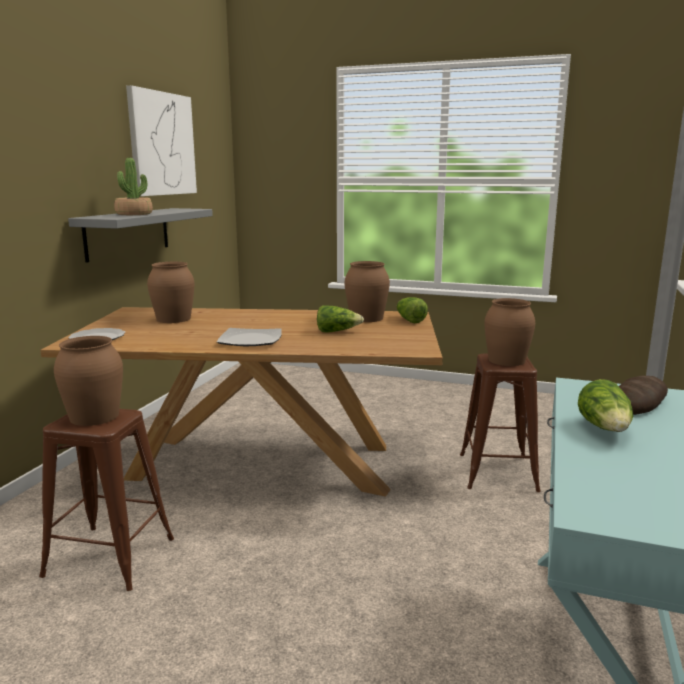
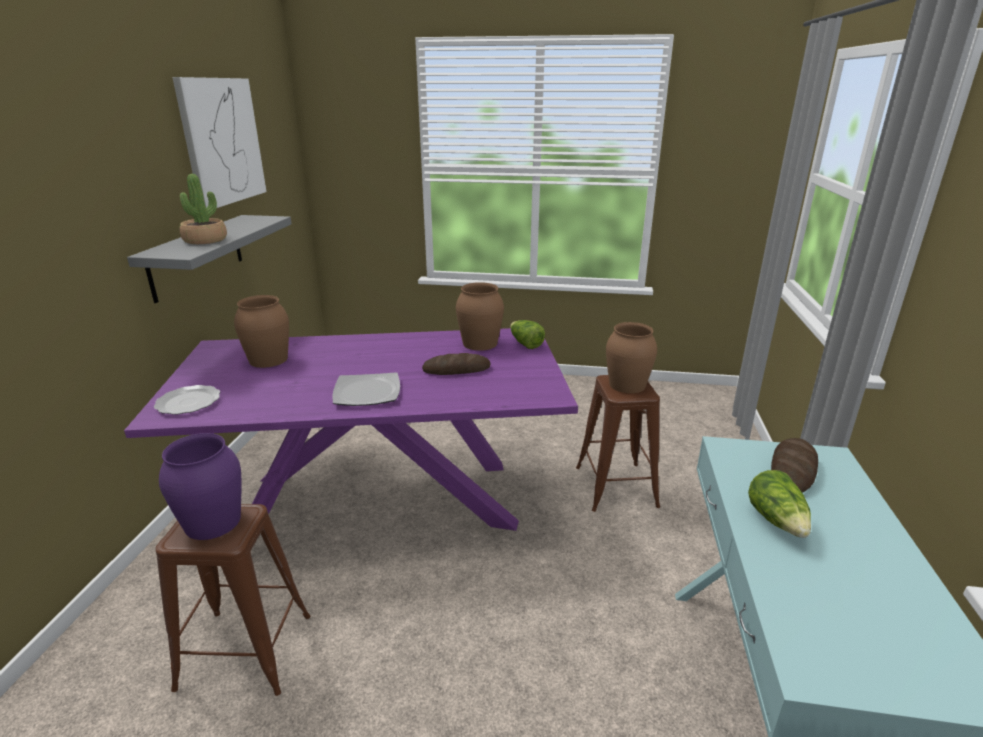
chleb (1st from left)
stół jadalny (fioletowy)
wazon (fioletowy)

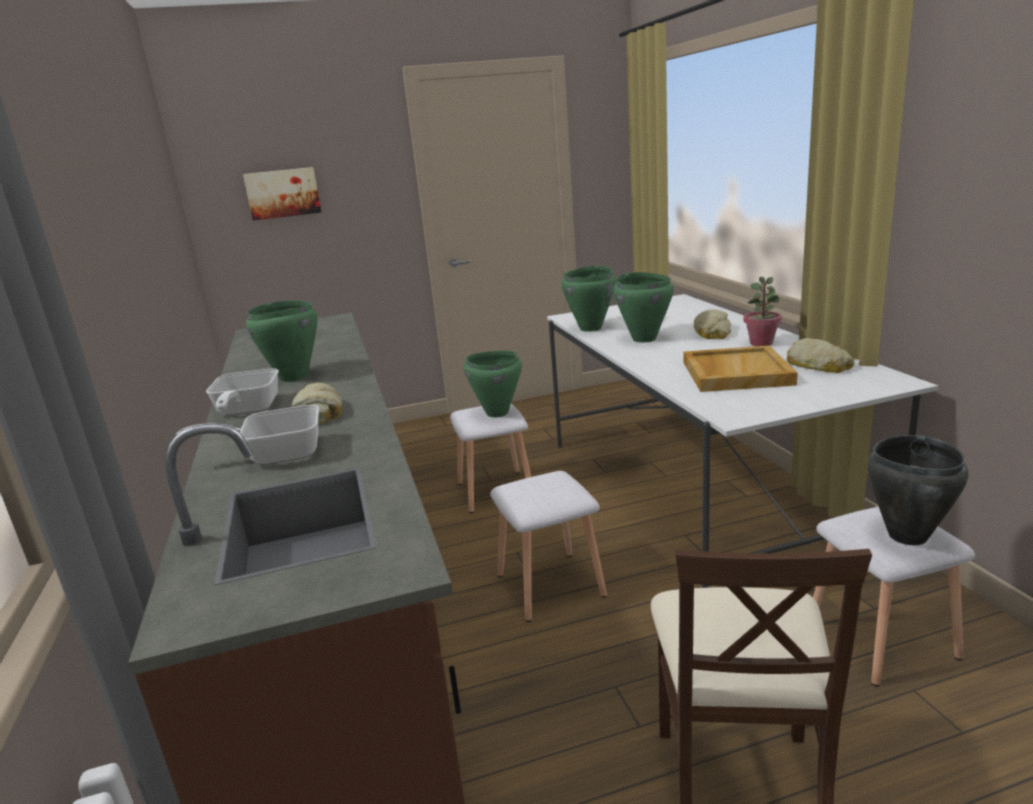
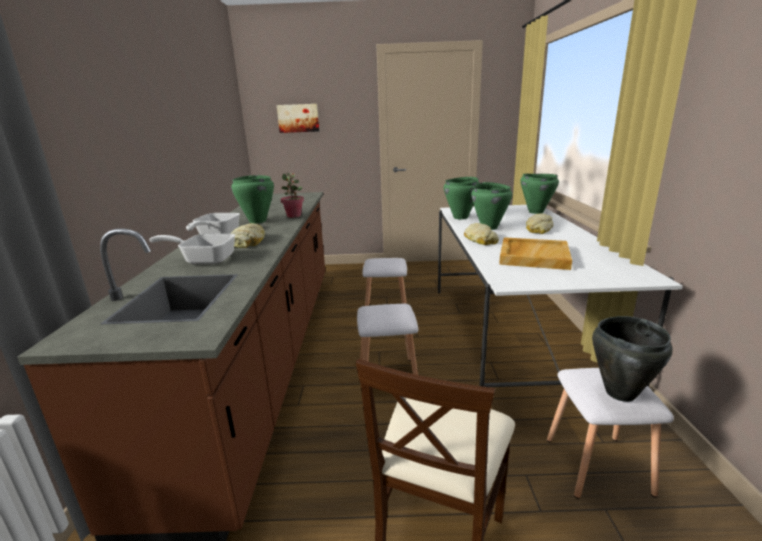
garnek (zielony) (4th from left)
roślina doniczkowa
chleb (2nd from left)

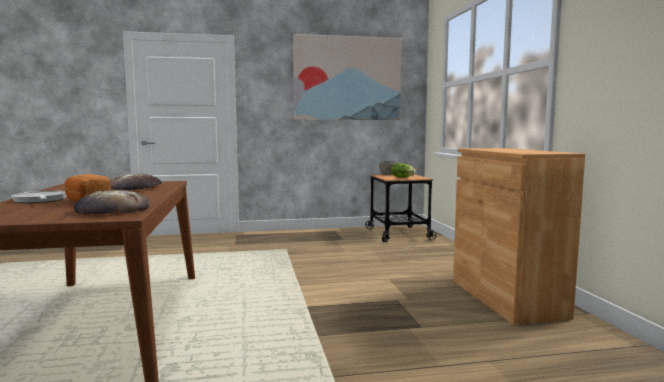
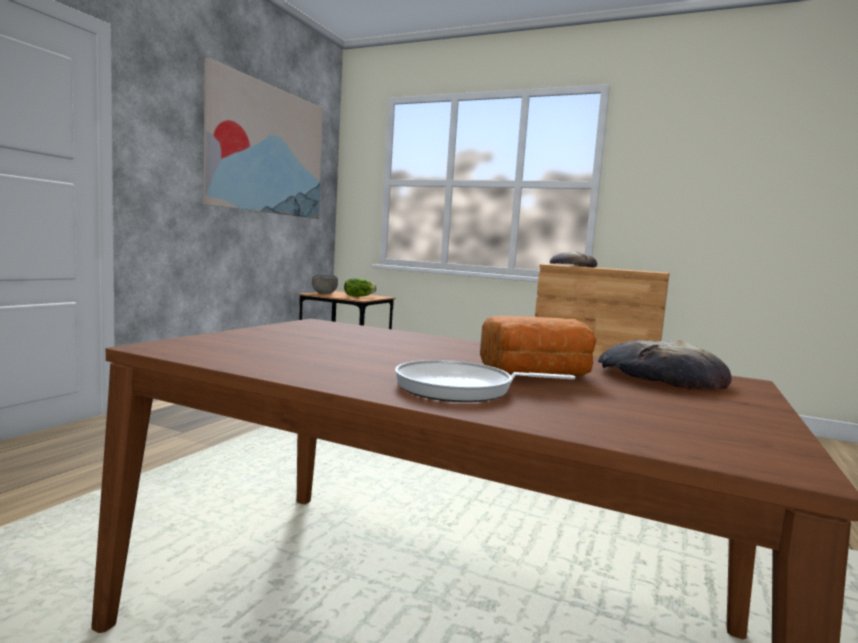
chleb (2nd from left)

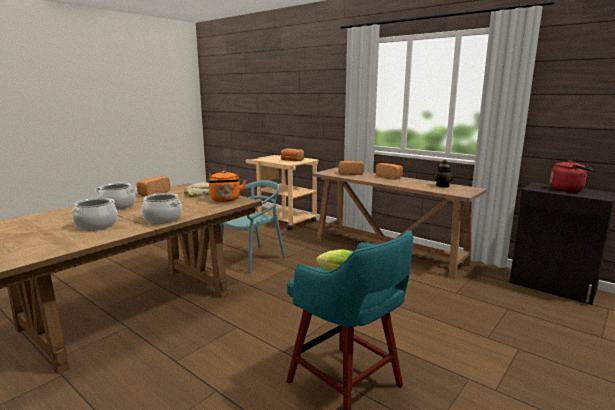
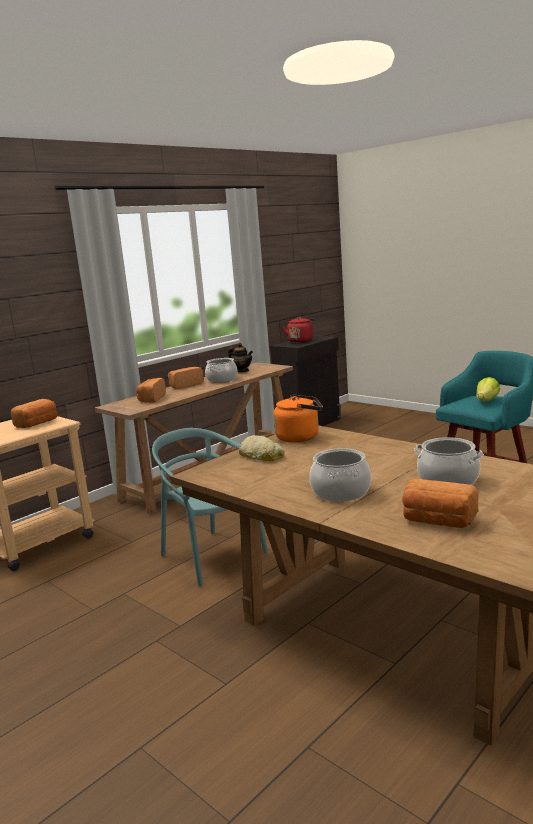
chleb (5th from left)
garnek (1st from left)

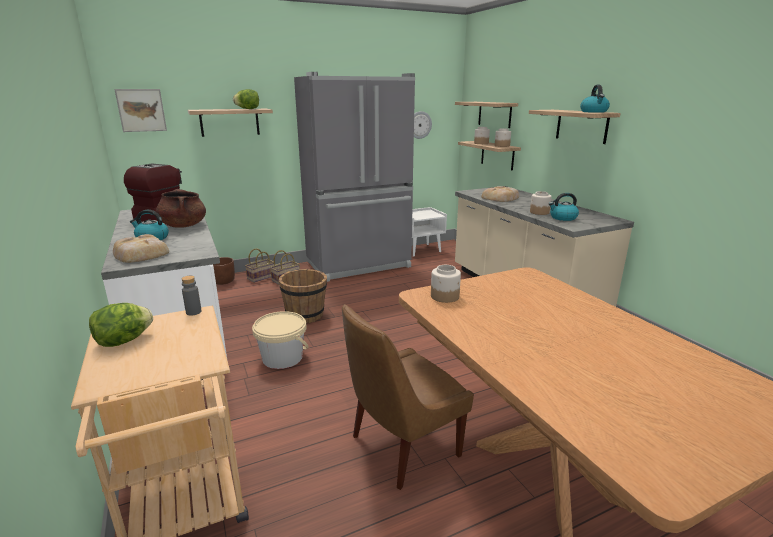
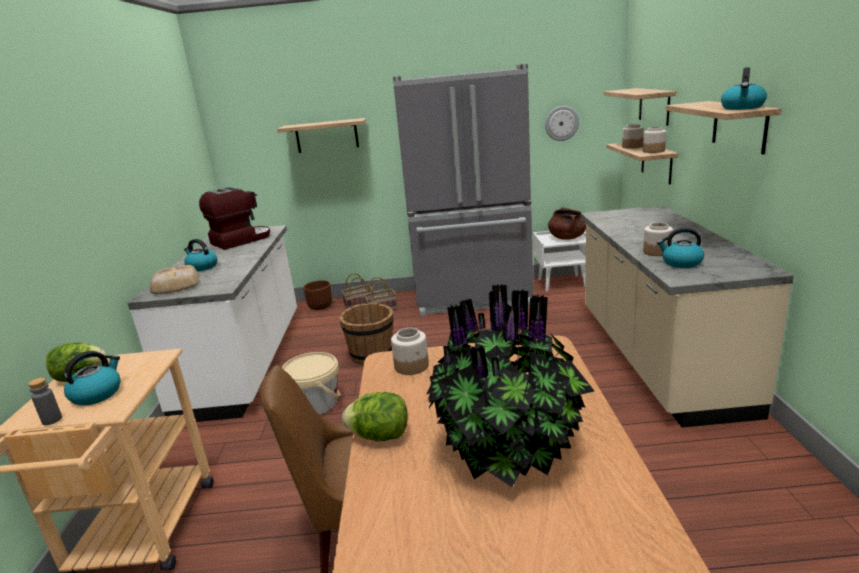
obraz
chleb (2nd from left in the first image)
czajnik (1st from left)
roślina doniczkowa
garnek (brązowy)
butelka (szary)
sałata (2nd from left)

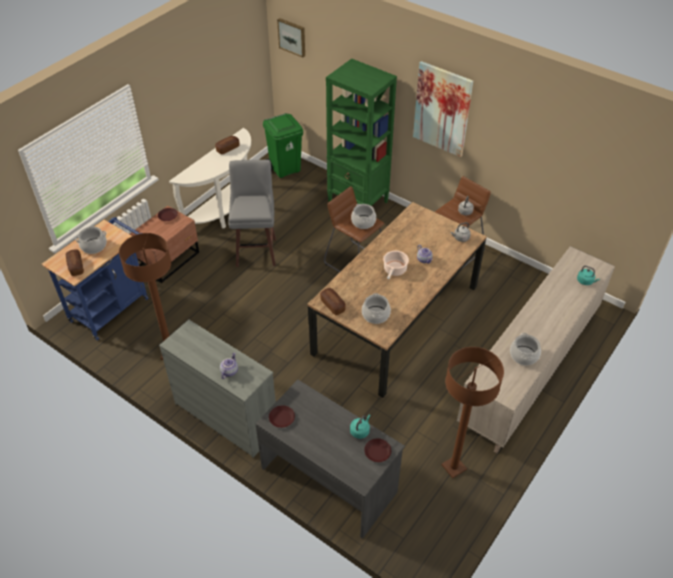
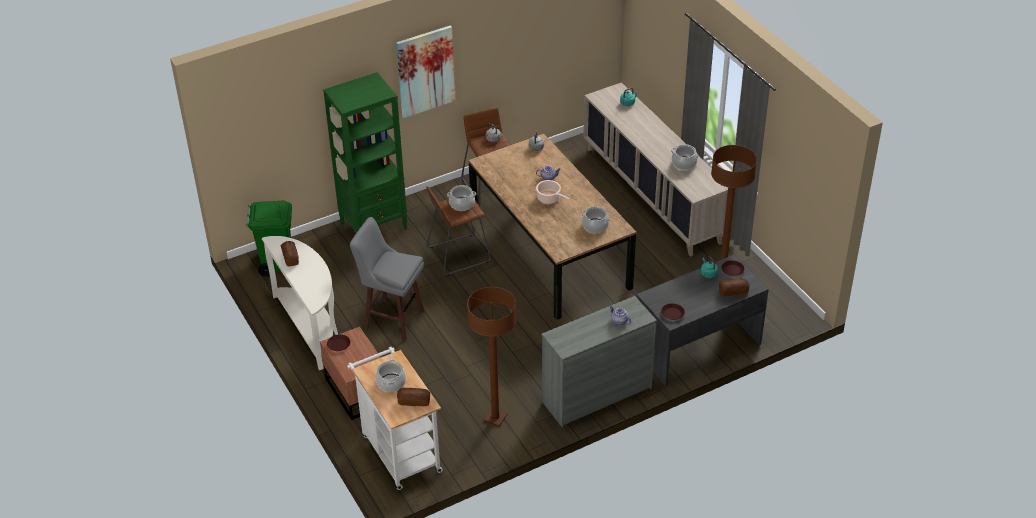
obraz (1st from left in the first image)
chleb (3rd from left)
wózek (biały)

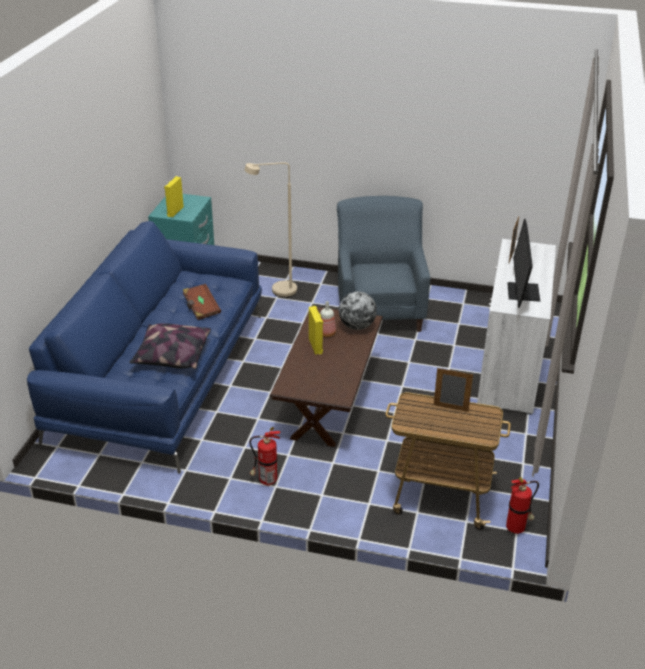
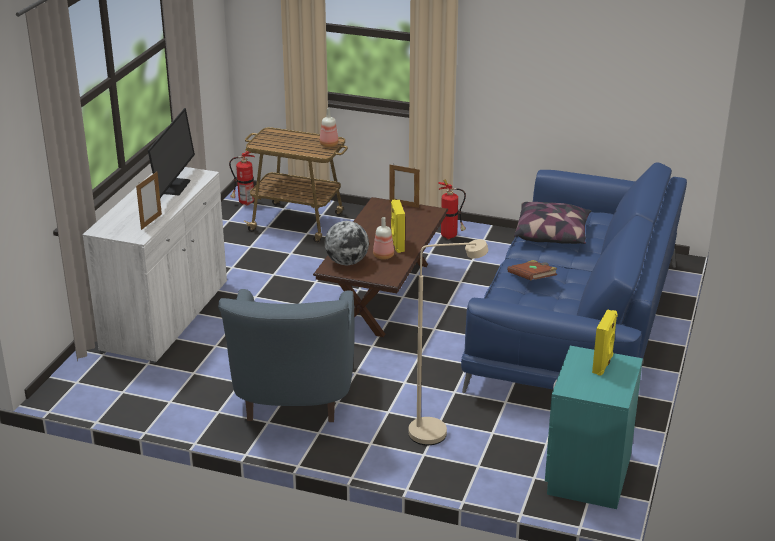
butelka (1st from left)
ramka na zdjęcie (2nd from left)

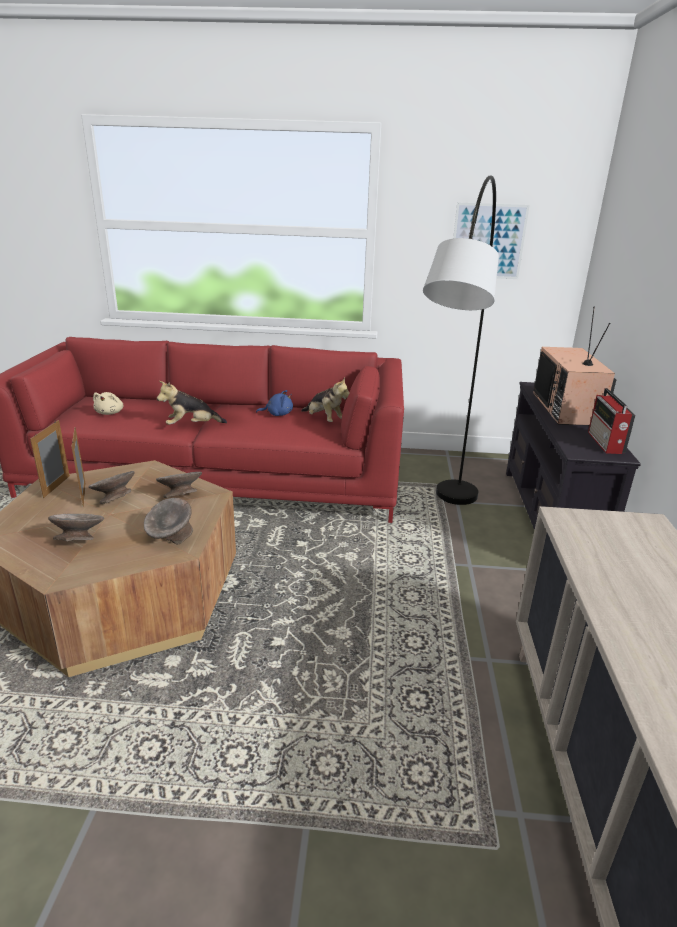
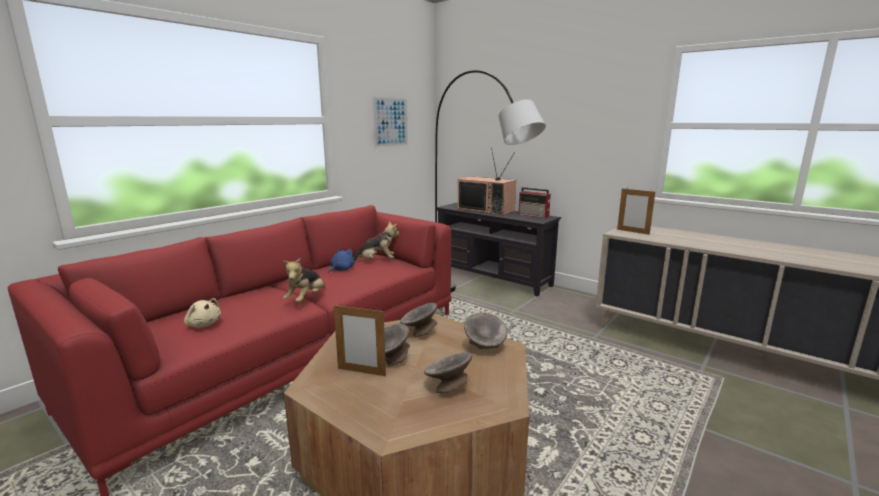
ramka na zdjęcie (2nd from left)

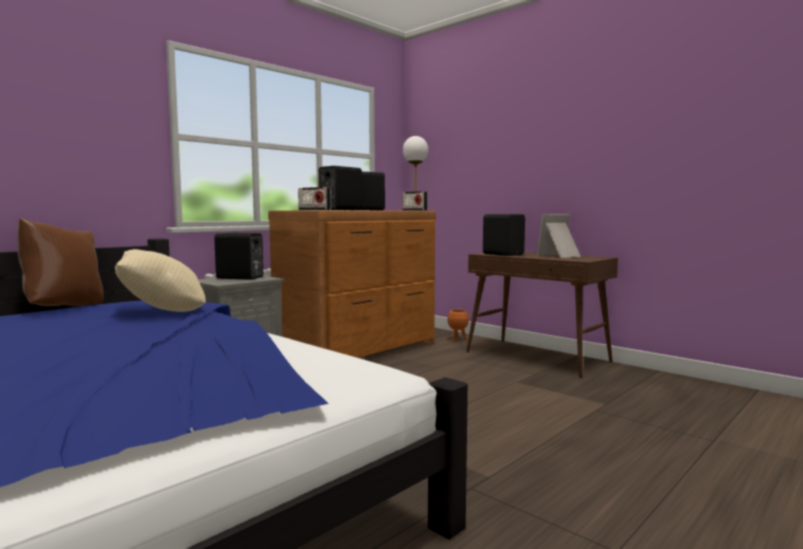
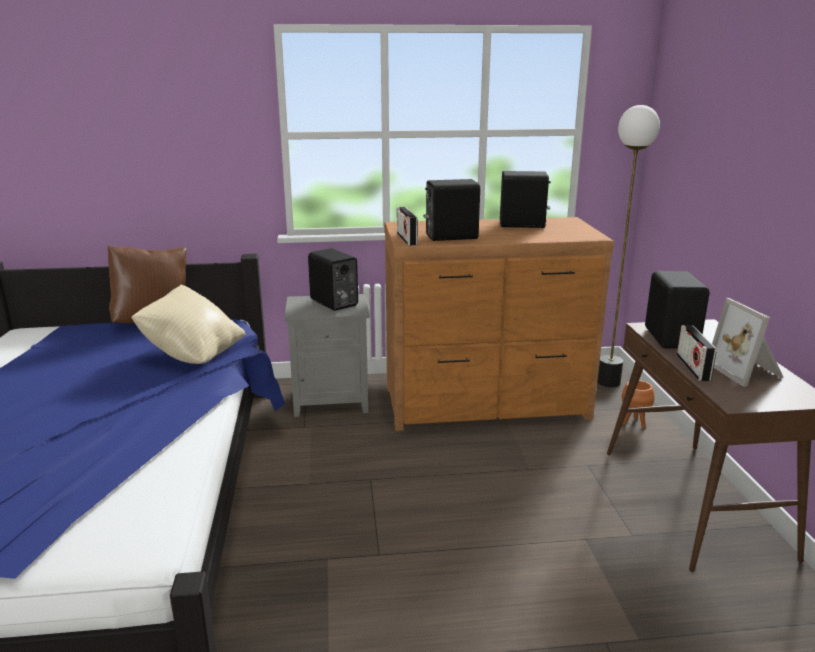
radio (2nd from left)
ramka na zdjęcie

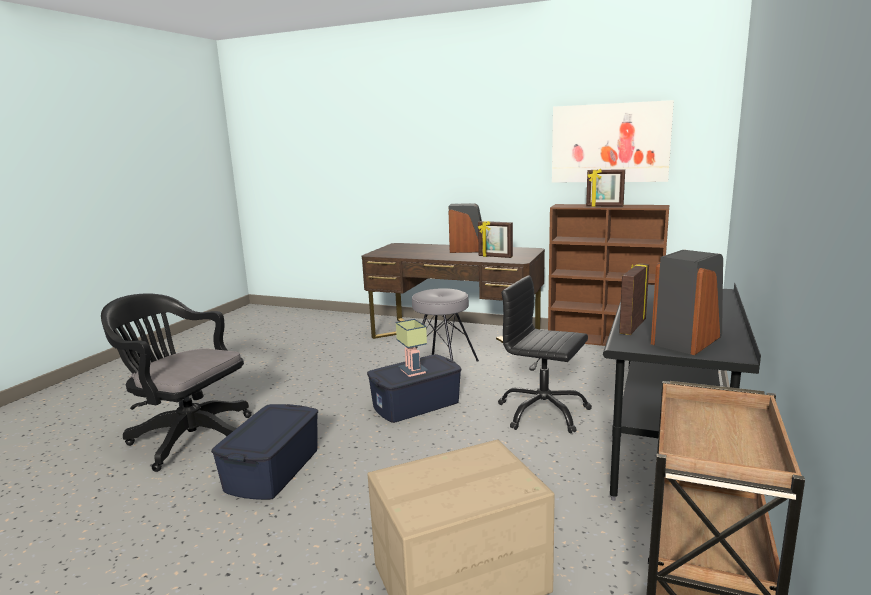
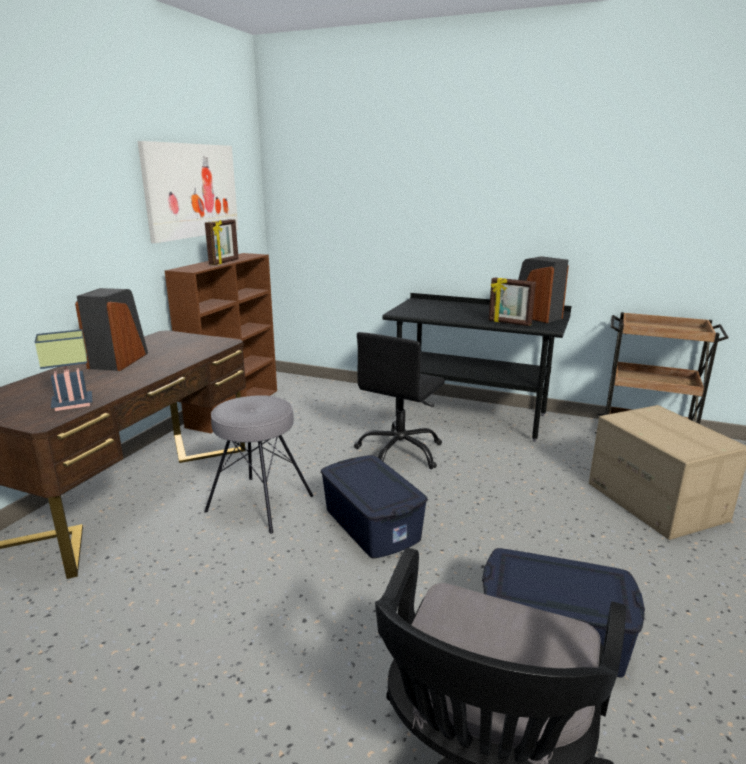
ramka na zdjęcie (1st from left in the first image)
lampa stołowa

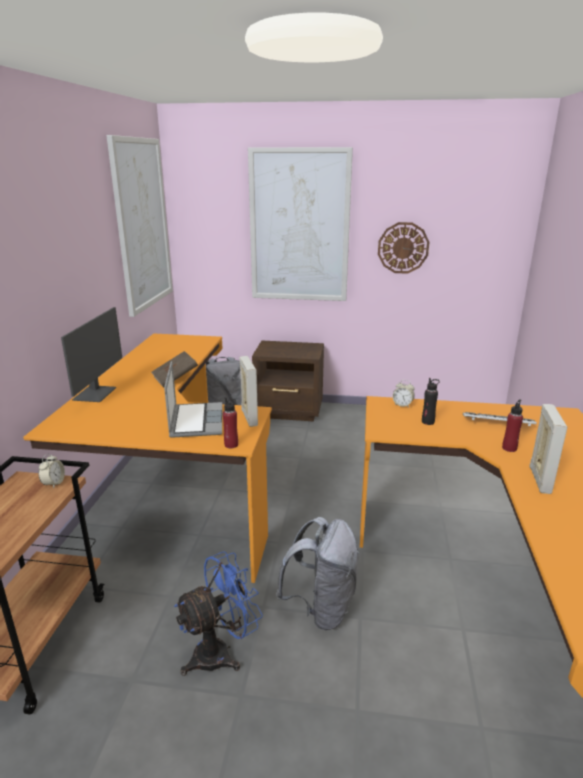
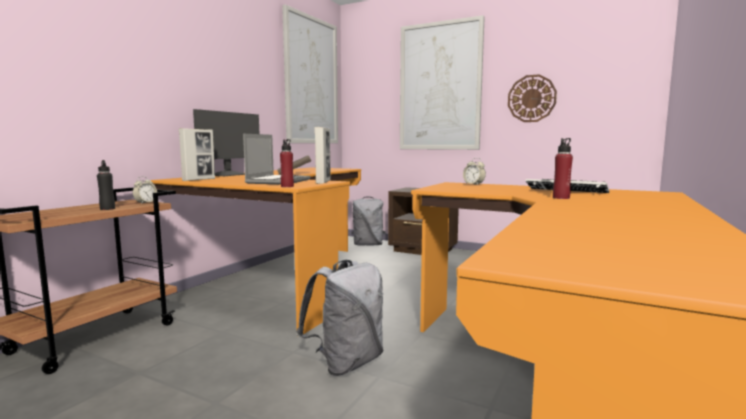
wentylator (niebieski)
butelka (czarny)
ramka na zdjęcie (1st from left)

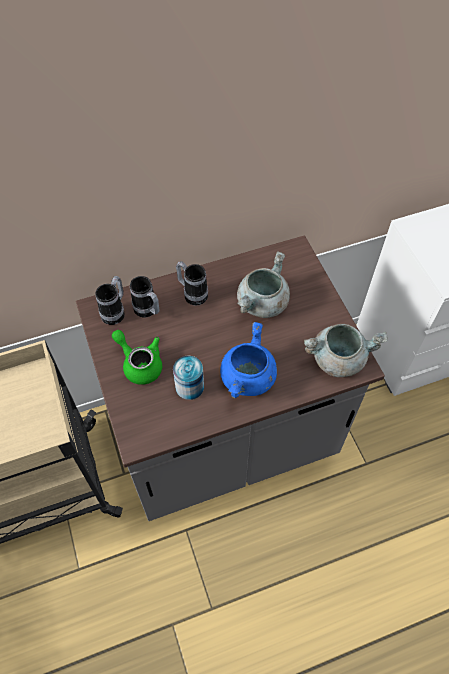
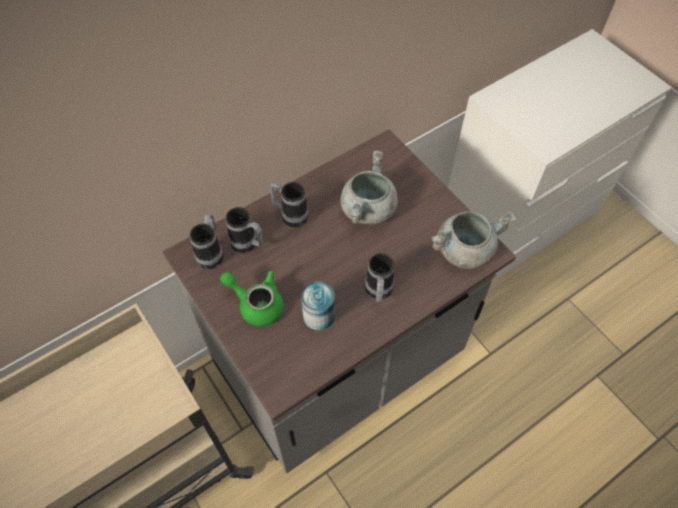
kubek (4th from left)

